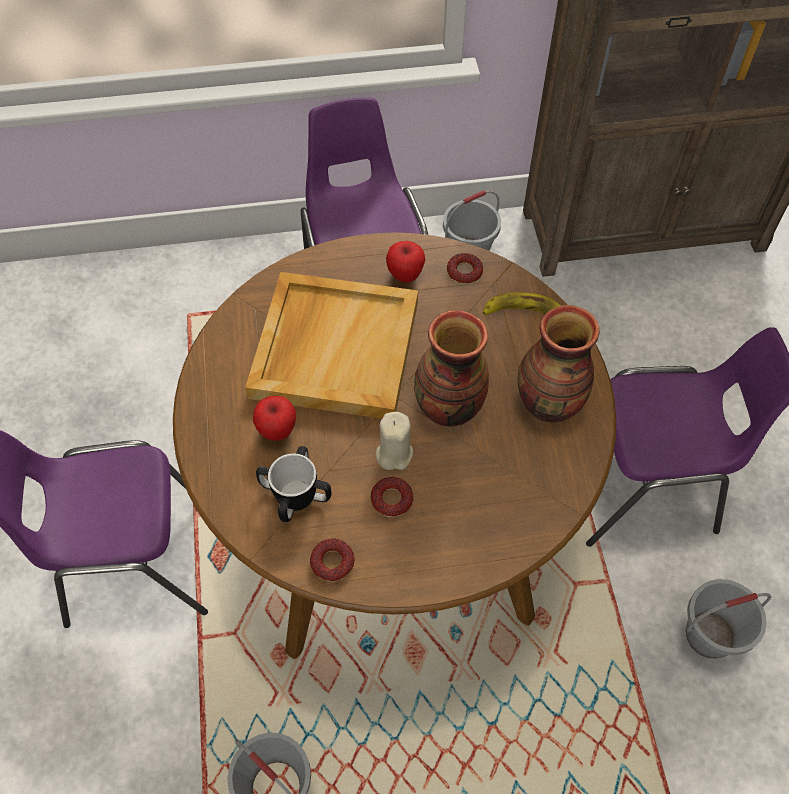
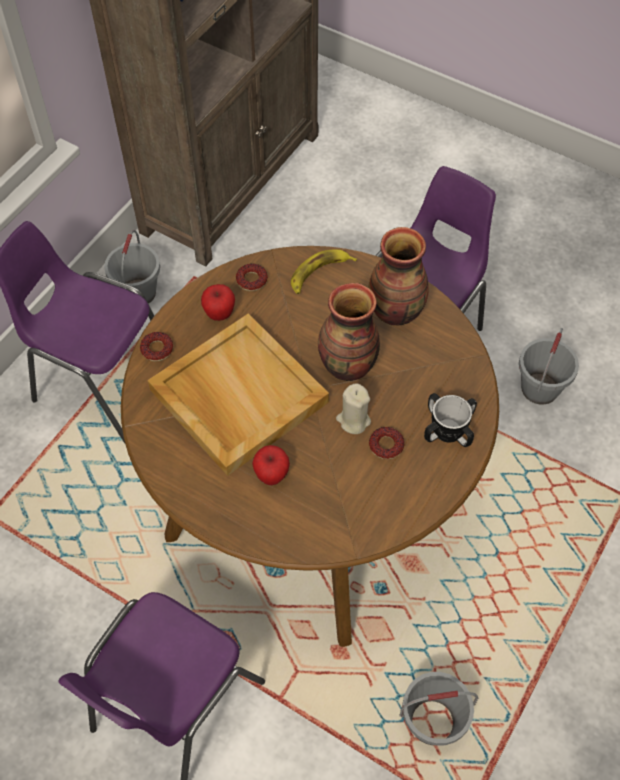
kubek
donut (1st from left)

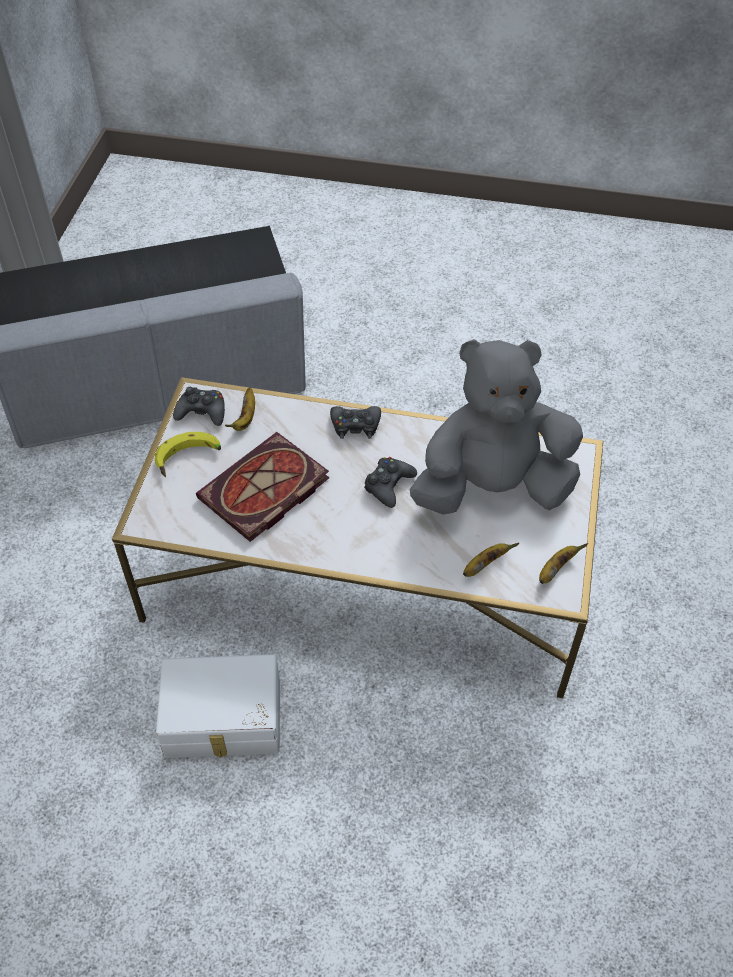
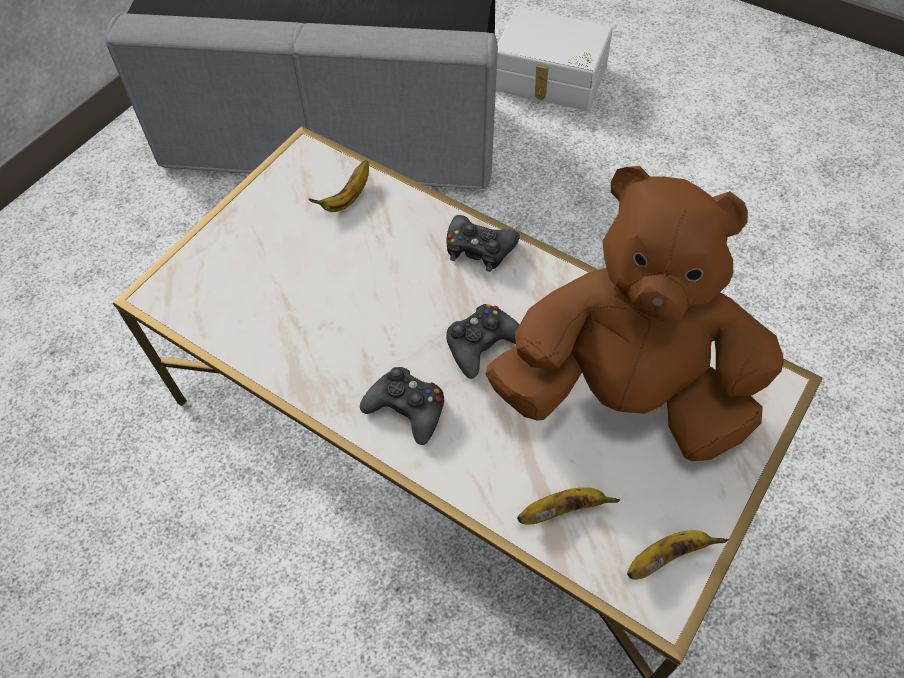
banan (1st from left in the first image)
książka
pojemnik do przechowywania (biały)
pad do gier (czarny) (1st from left)
pluszak (brązowy)

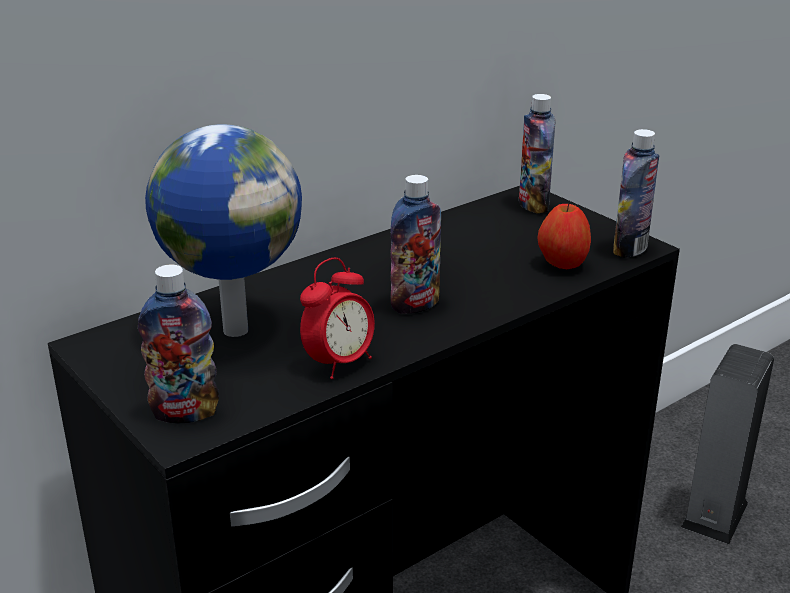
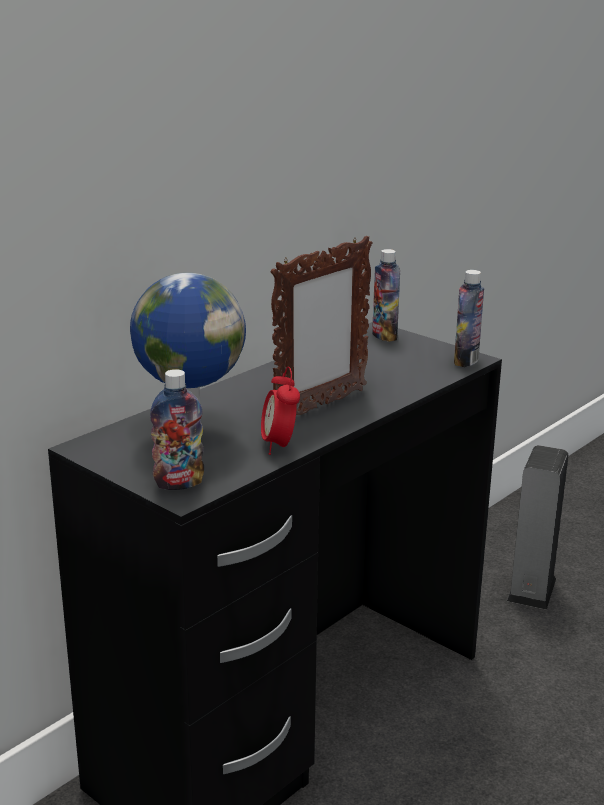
jabłko
ramka na zdjęcie
budzik

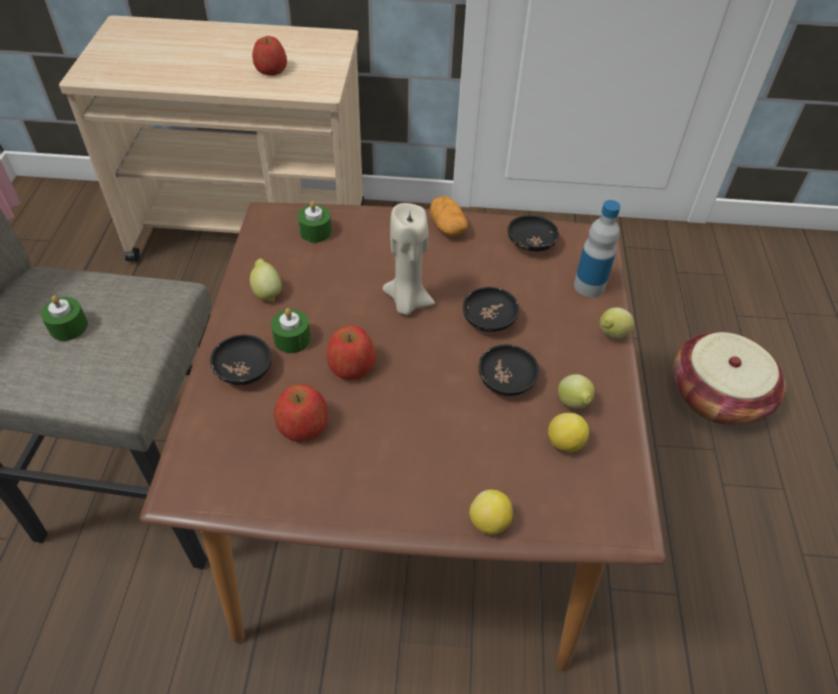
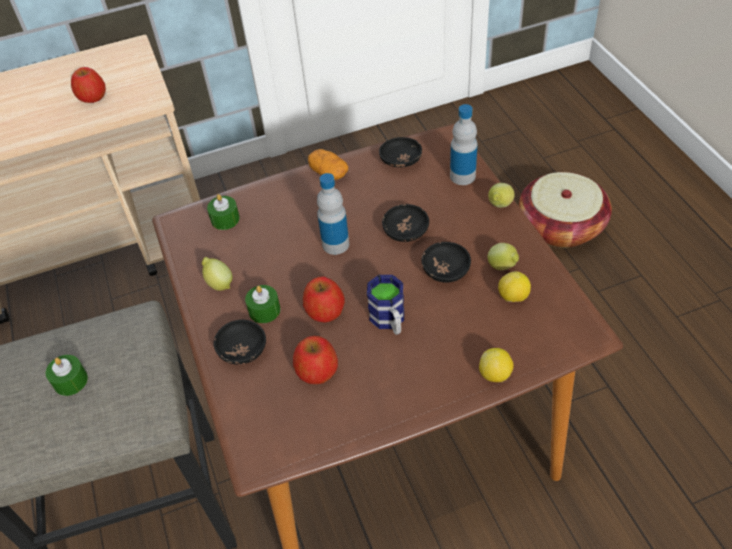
kubek
butelka (1st from left)

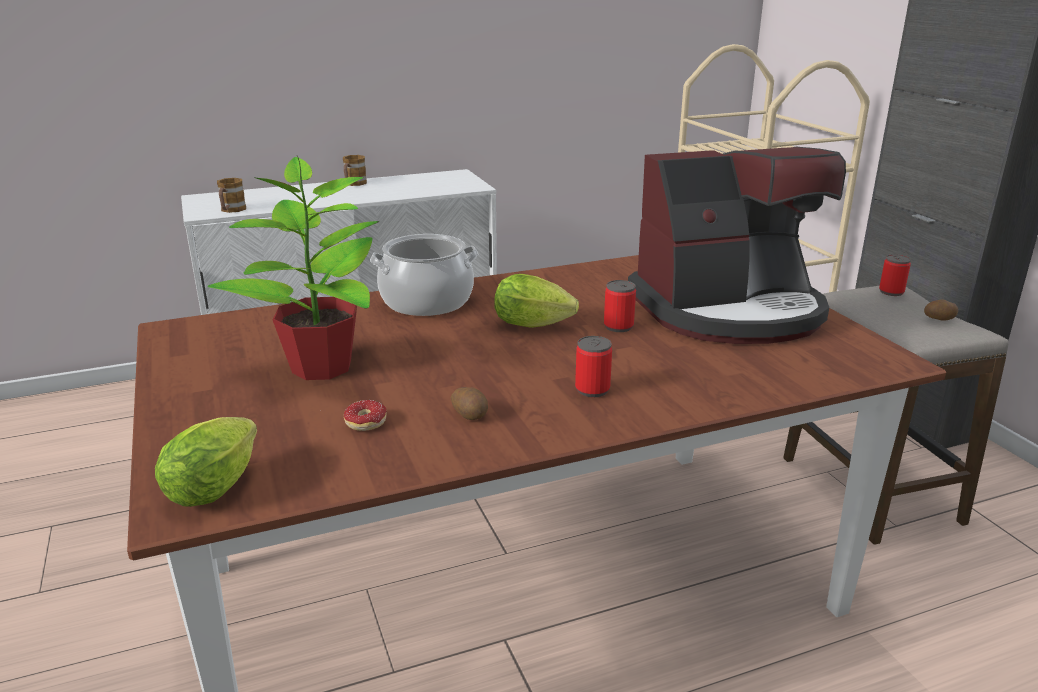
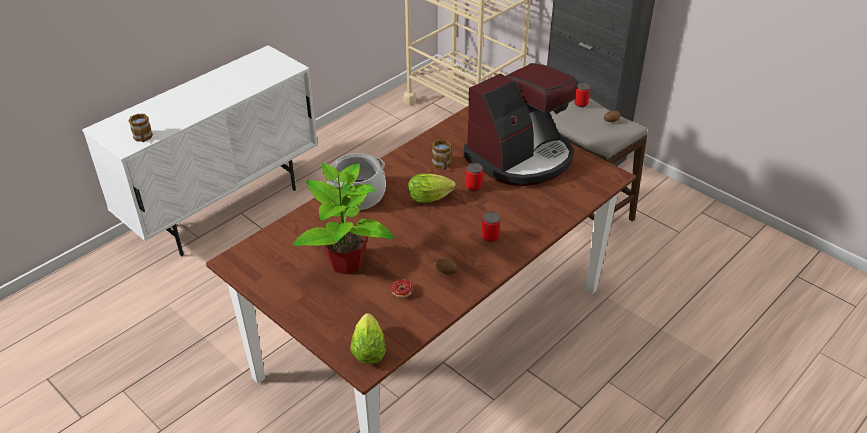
kubek (2nd from left)

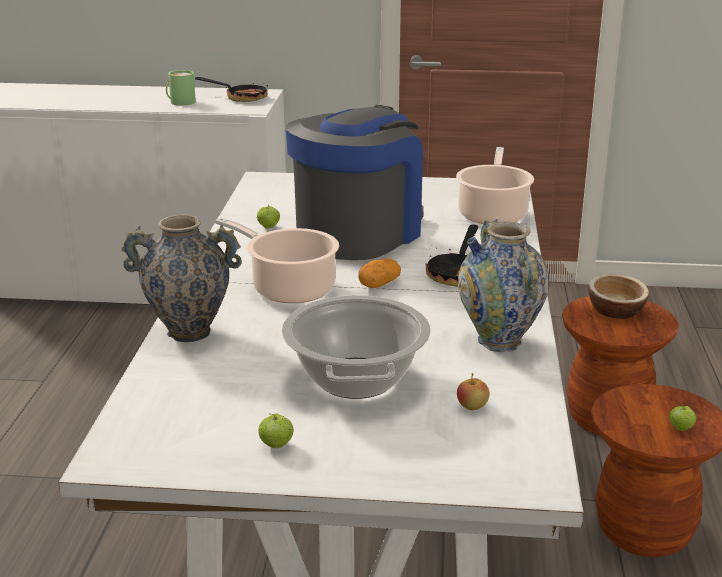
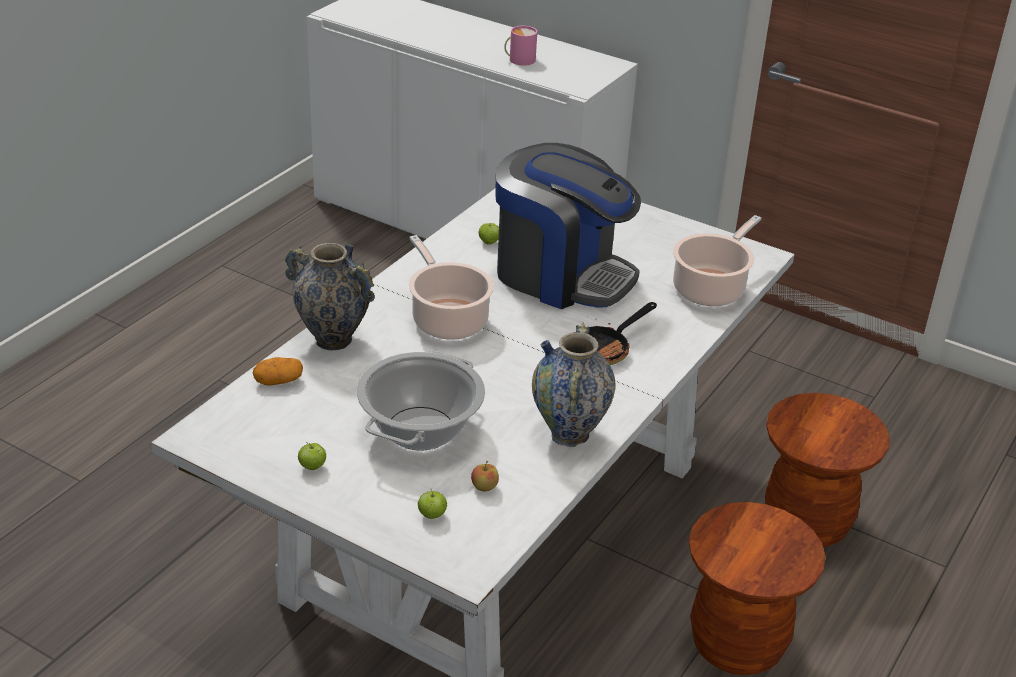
patelnia (1st from left in the first image)
miska
ziemniak
jabłko (2nd from left)
kubek (różowy)
ekspres do kawy

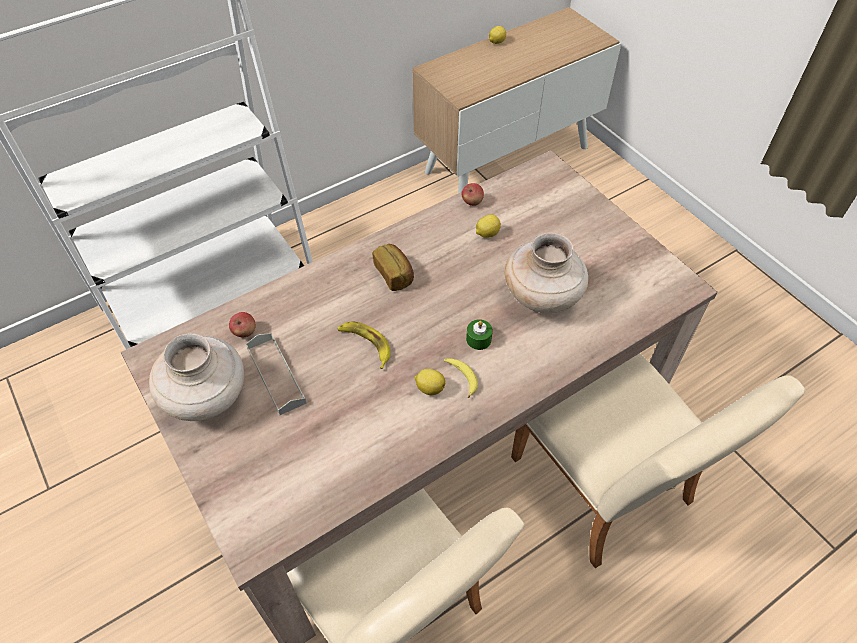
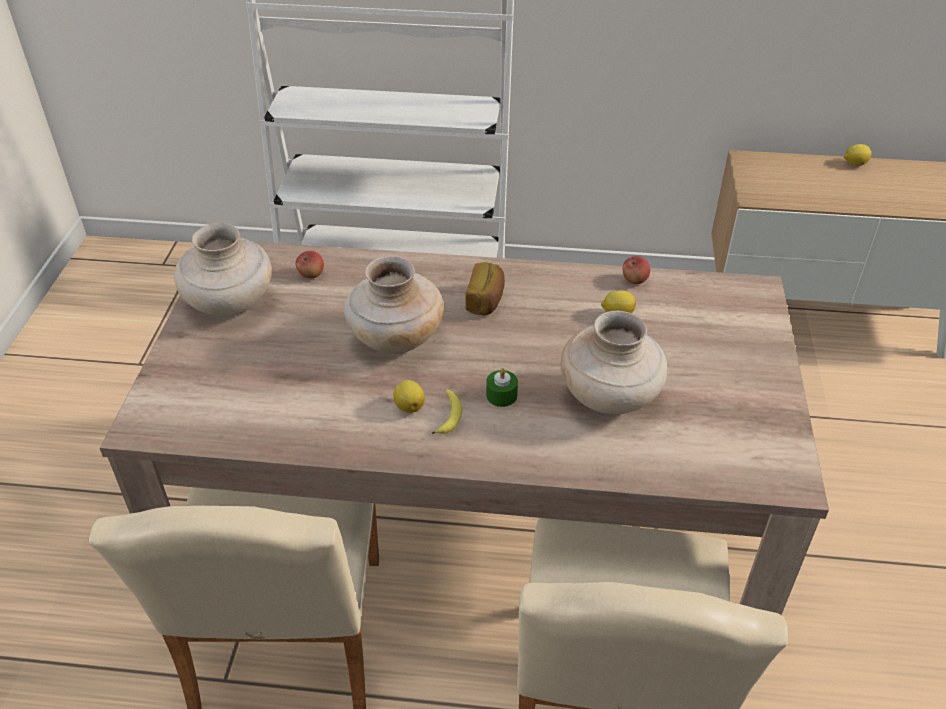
taca (szary)
wazon (beżowy) (2nd from left)

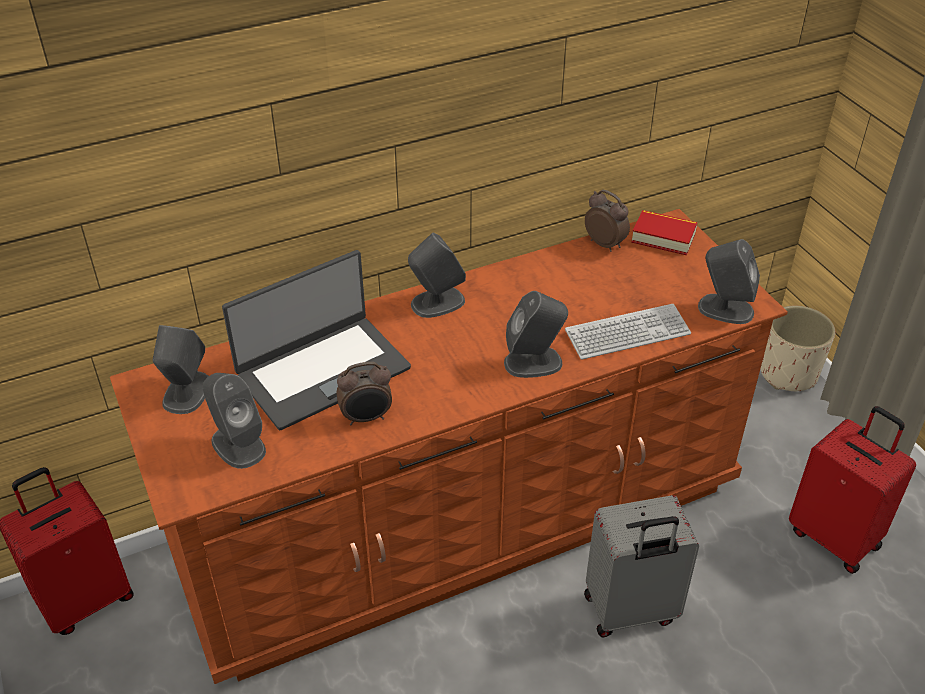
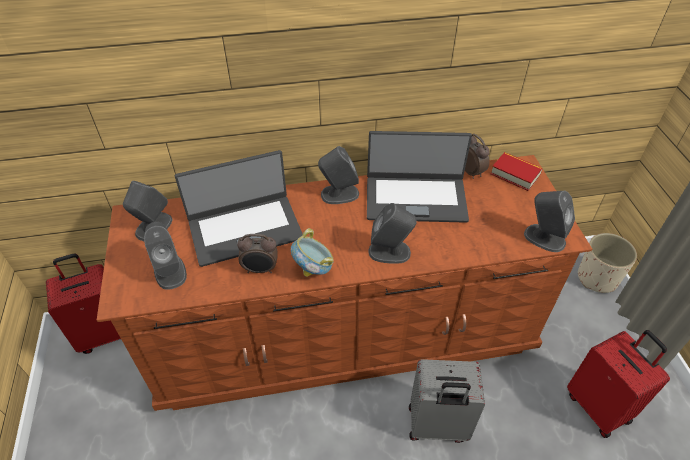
klawiatura
miska
laptop (2nd from left)

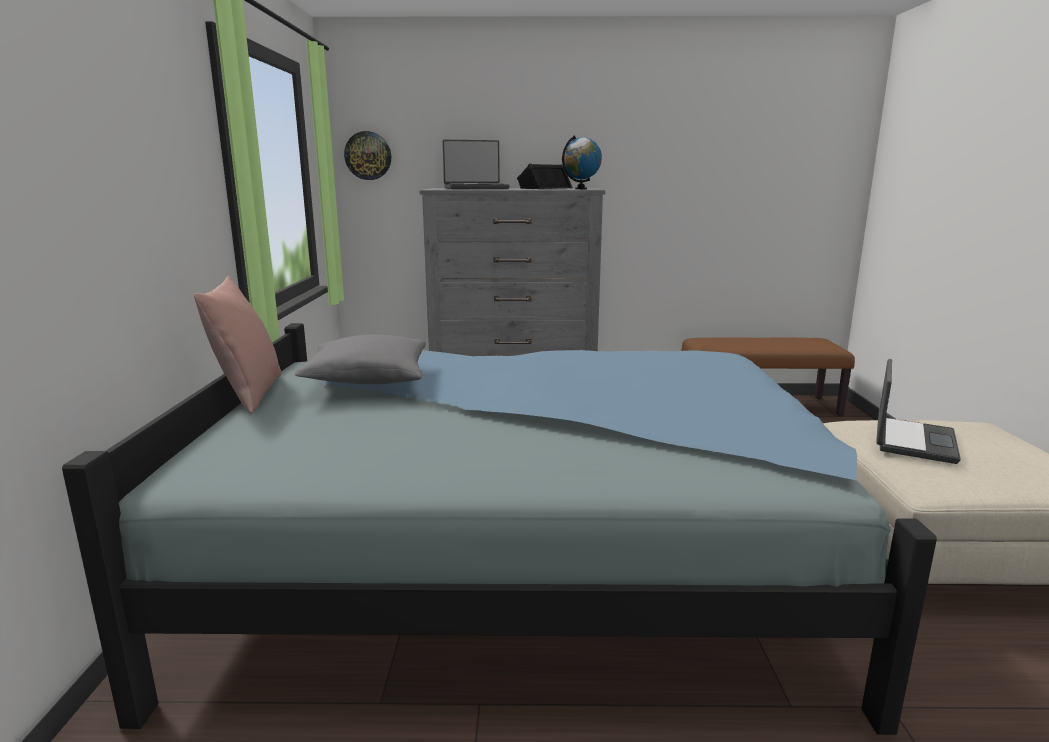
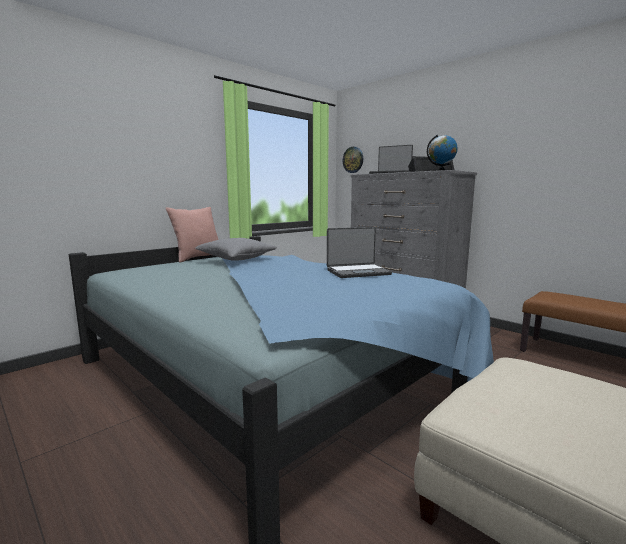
laptop (1st from left)

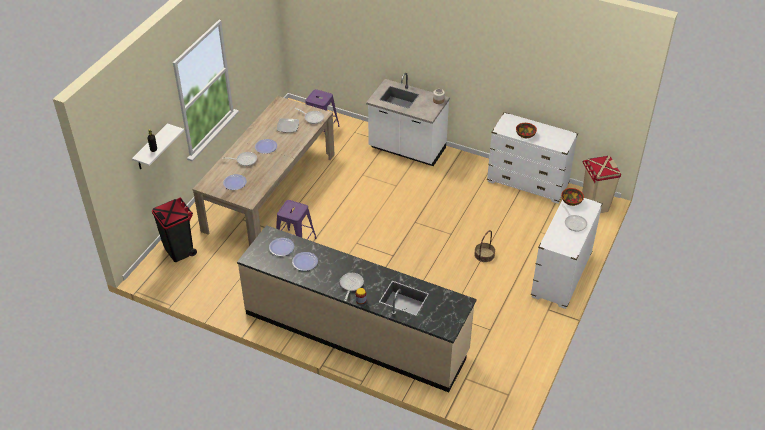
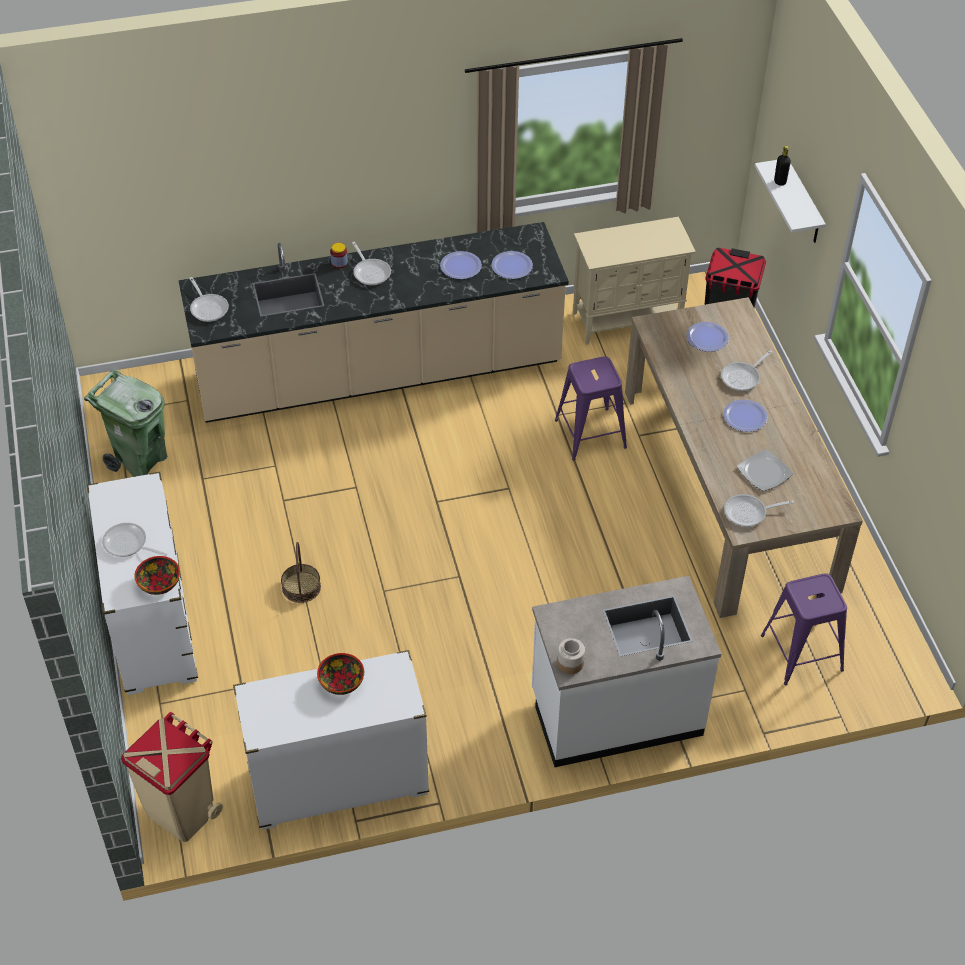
kosz na śmieci (zielony)
patelnia (2nd from left)
szafka (beżowy)

